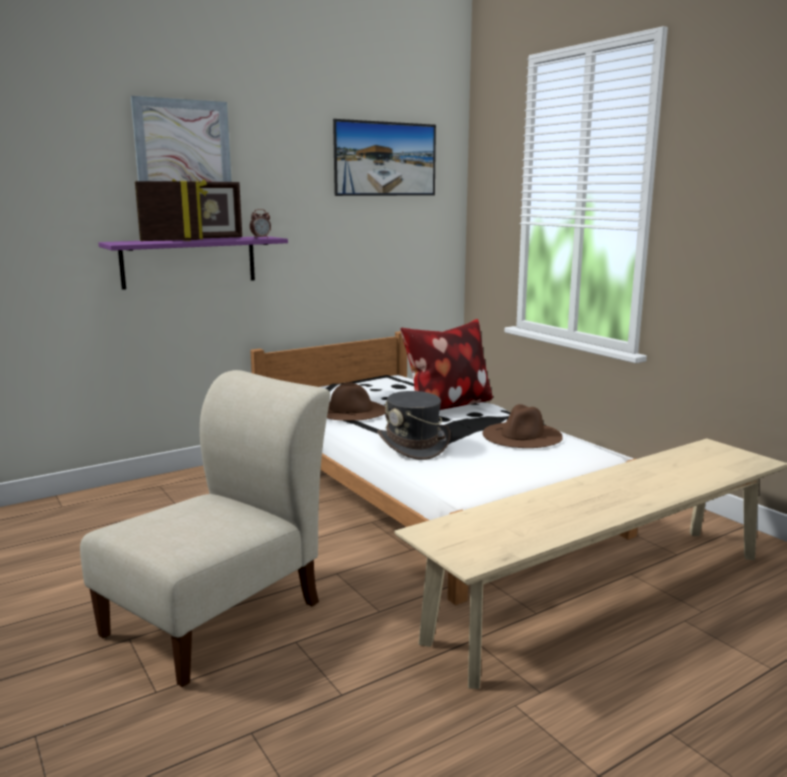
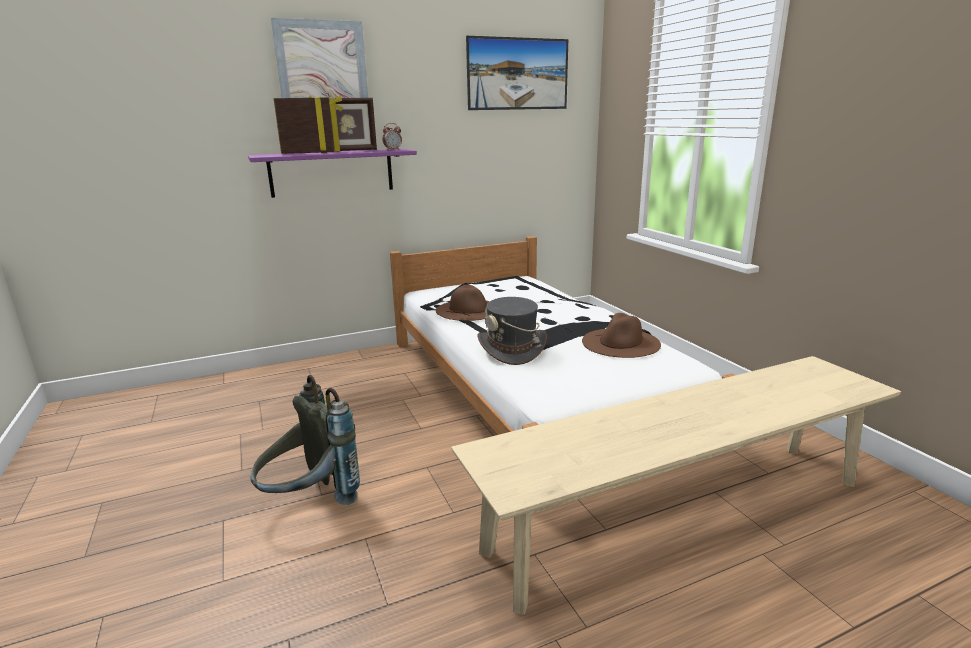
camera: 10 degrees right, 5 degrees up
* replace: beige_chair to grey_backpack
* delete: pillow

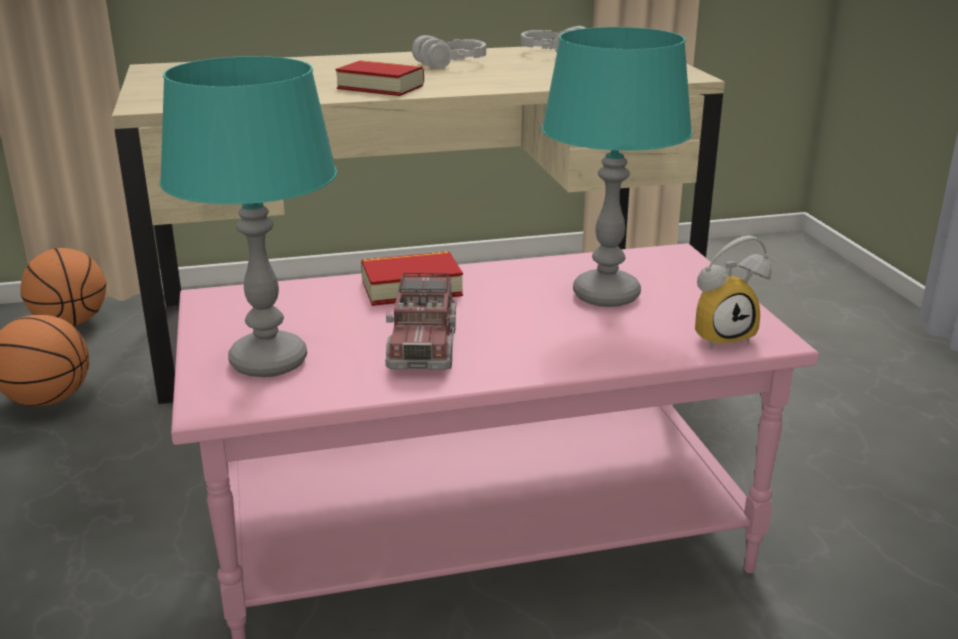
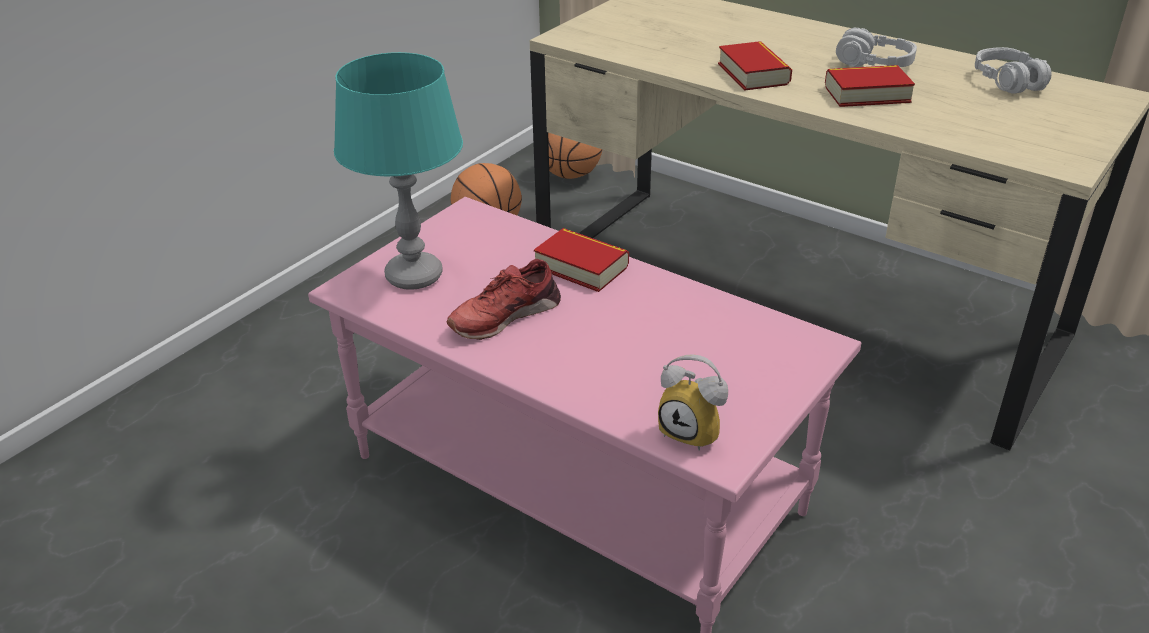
camera: 50 degrees right, 10 degrees up
* replace: toy_truck to red_shoe
* delete: turquoise_table_lamp (2nd from left)
* insert: book (3rd from left)

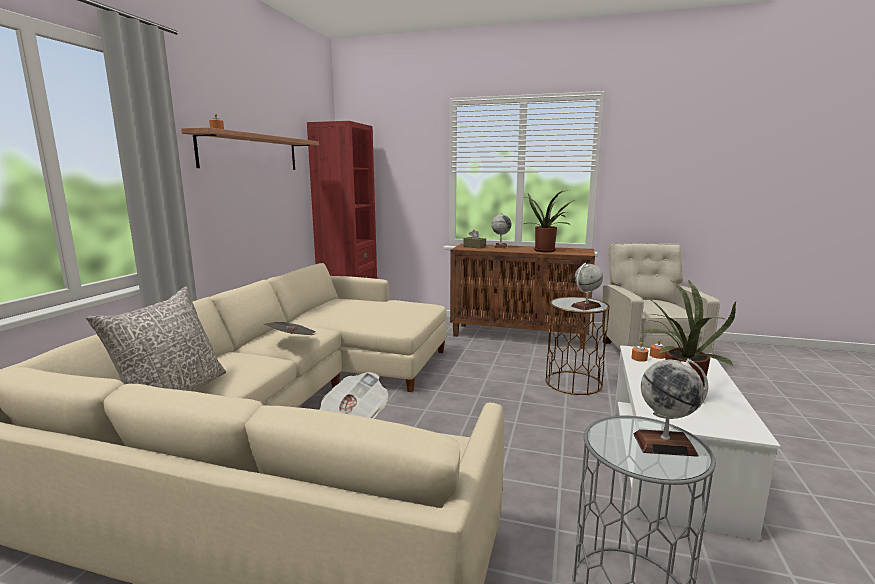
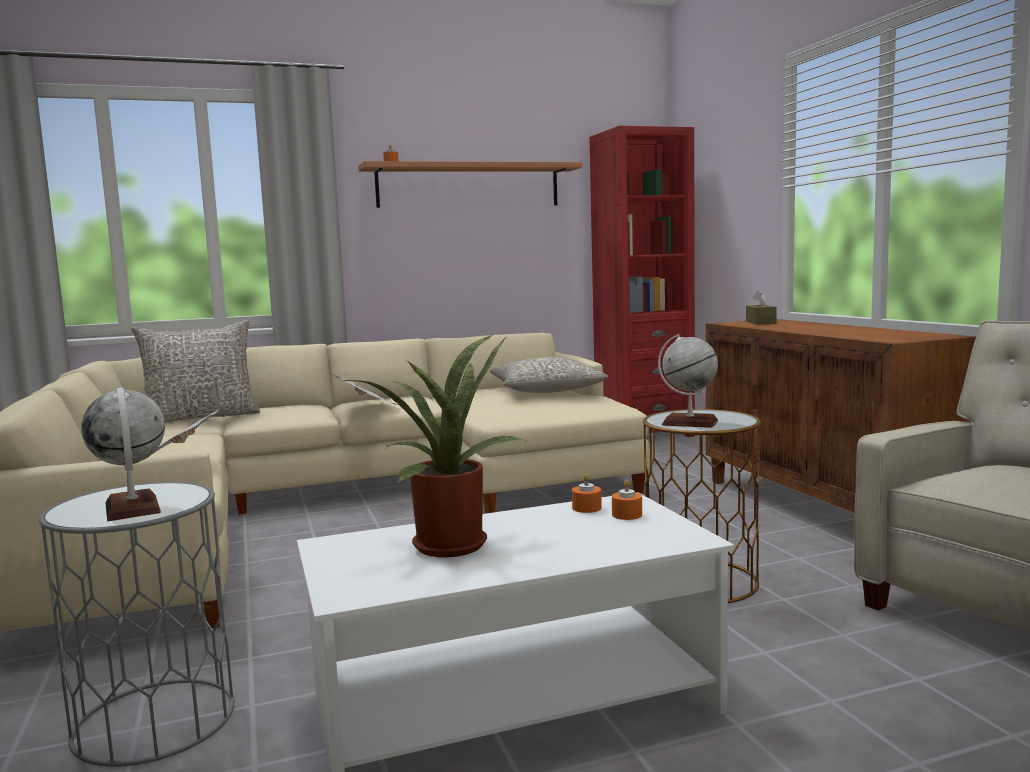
camera: 55 degrees right, 5 degrees down
* delete: globe (1st from left)
* delete: potted_plant (1st from left)
* insert: grey_pillow (2nd from left)

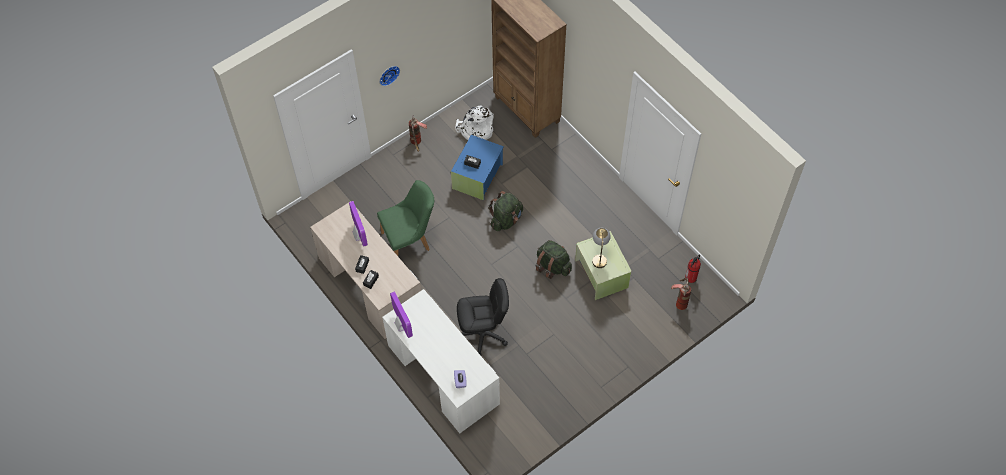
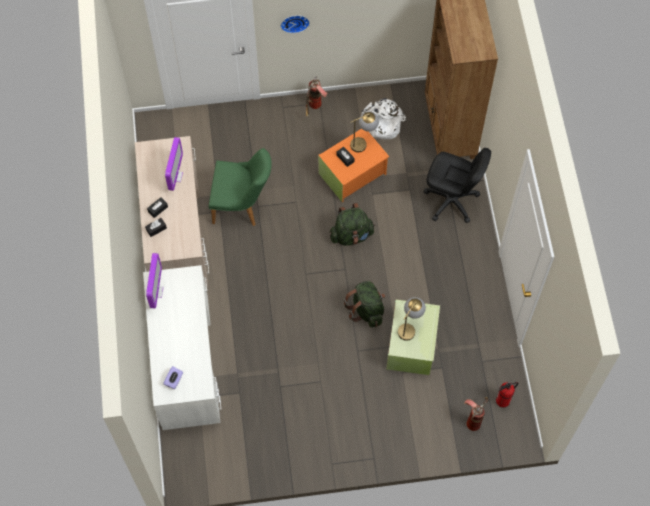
camera: 30 degrees right, 5 degrees up
* recolor: blue_storage_box to orange_storage_box
* move: black_office_chair
* insert: table_lamp (1st from left)

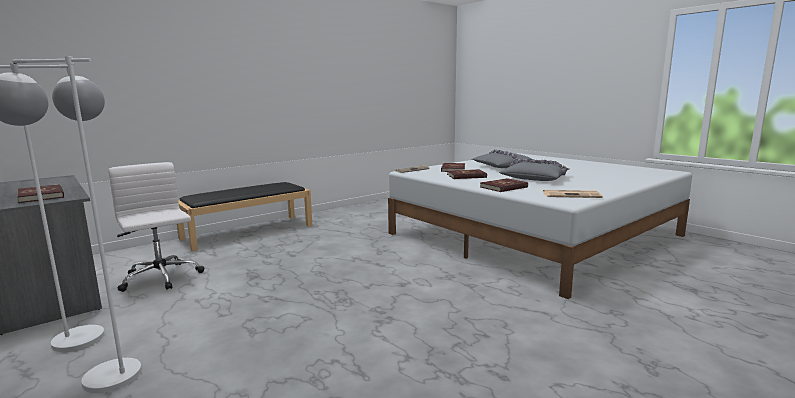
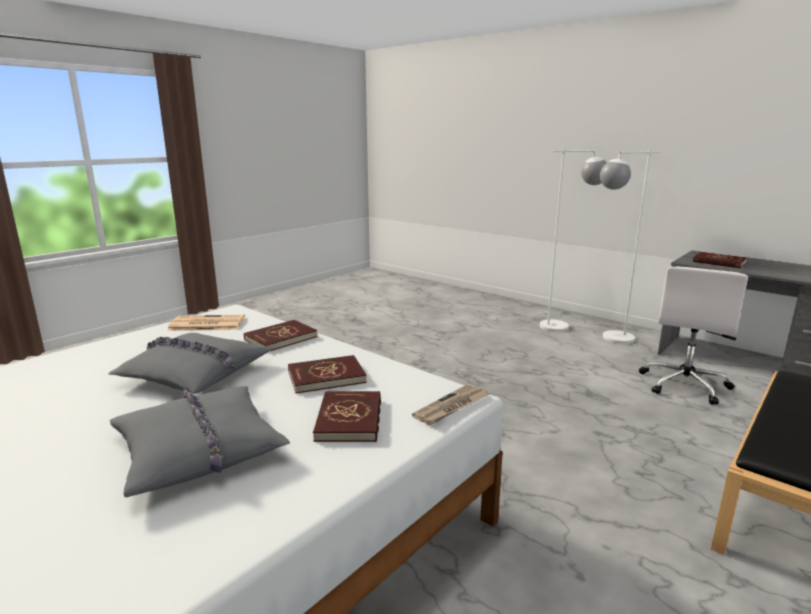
camera: 170 degrees right, 5 degrees up
* rotate: white_office_chair 75 degrees clockwise

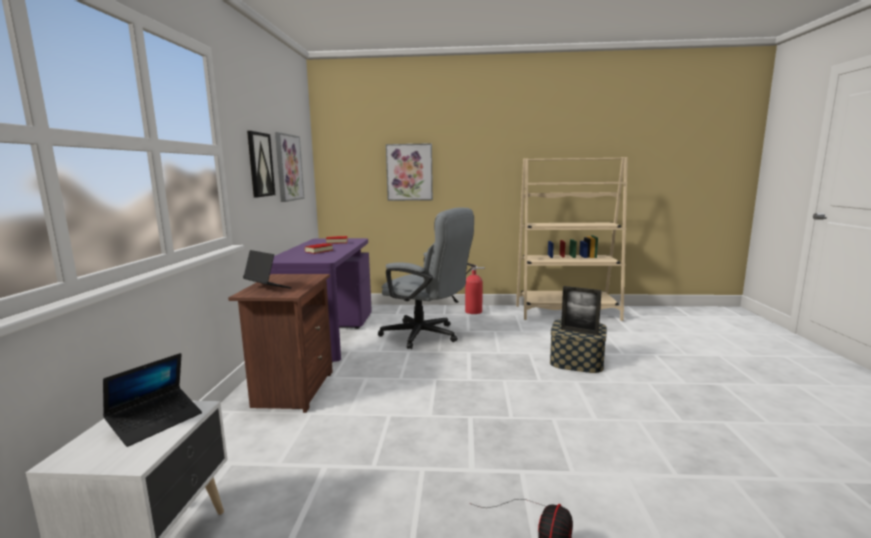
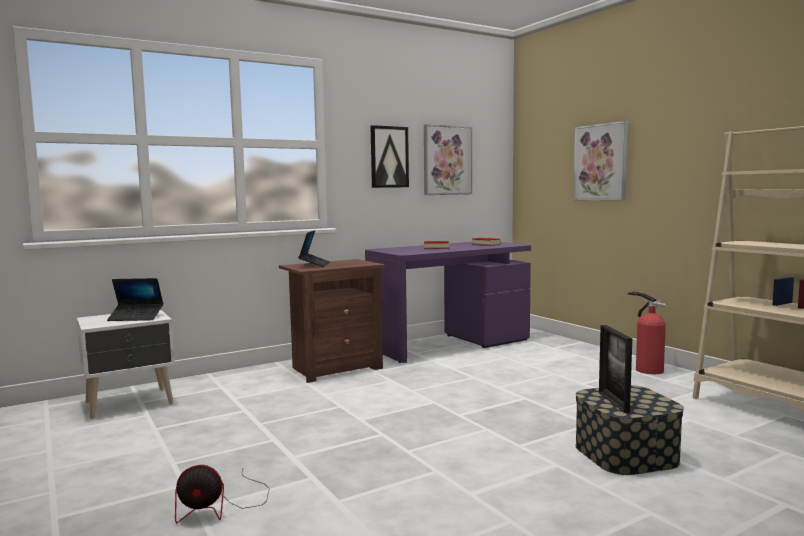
camera: 55 degrees right, 5 degrees down
* delete: grey_office_chair

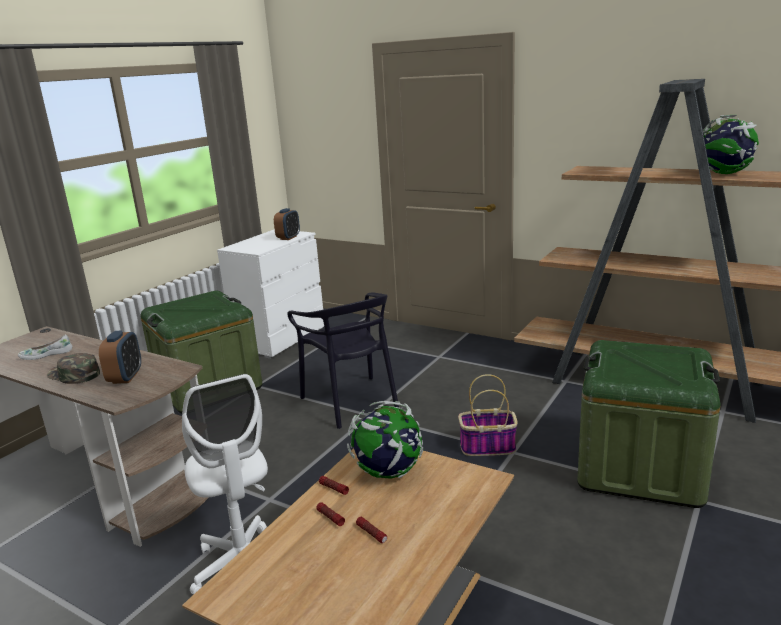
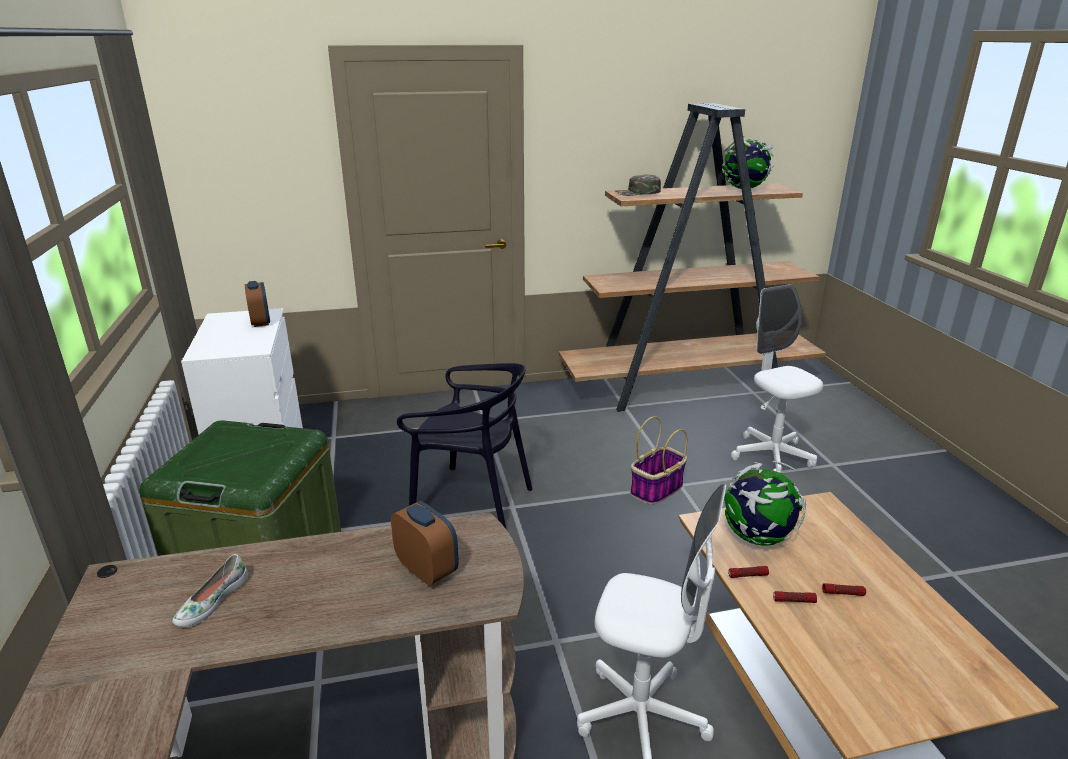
camera: 45 degrees left, 5 degrees up
* move: green_cap
* replace: green_storage_box (2nd from left) to white_office_chair (2nd from left)

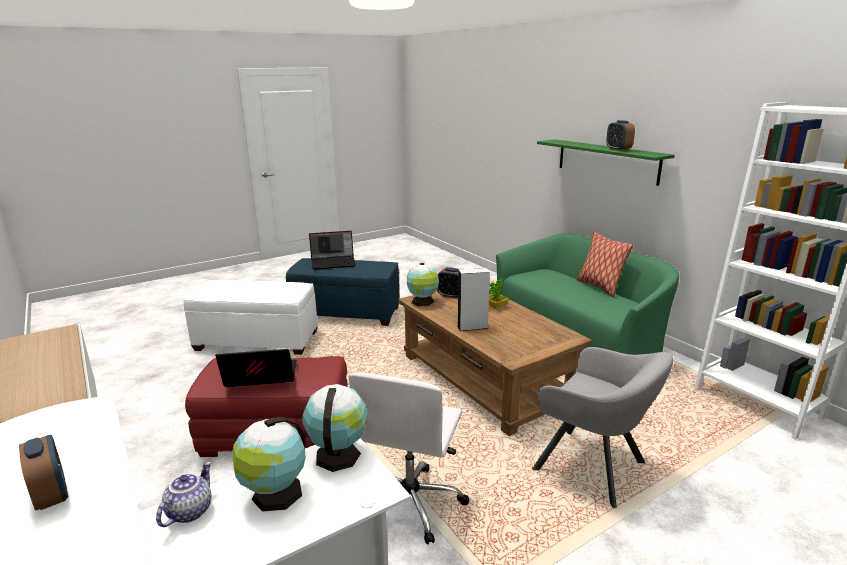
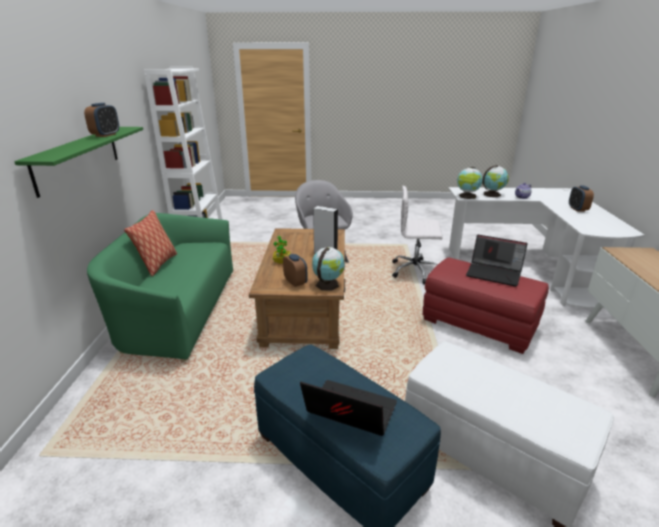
camera: 145 degrees left, 5 degrees up
* rotate: white_office_chair 135 degrees counterclockwise

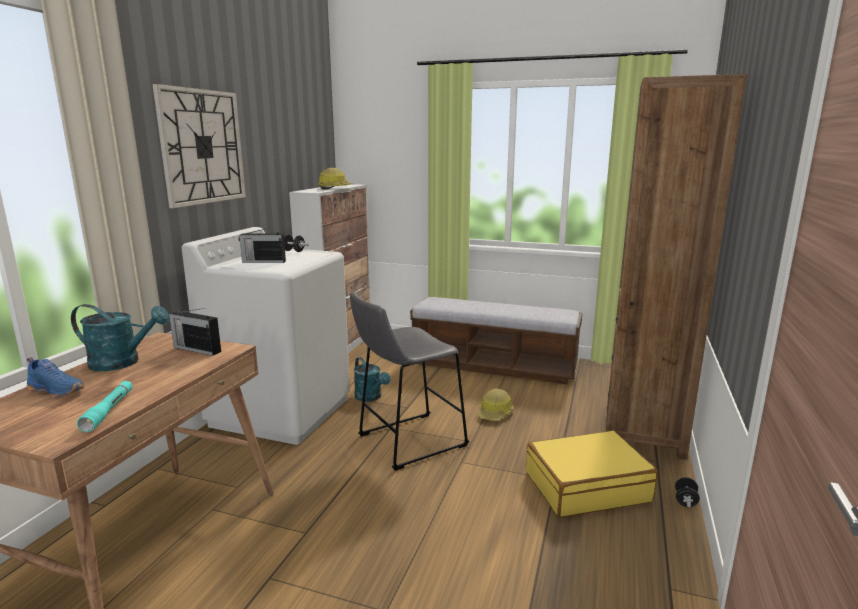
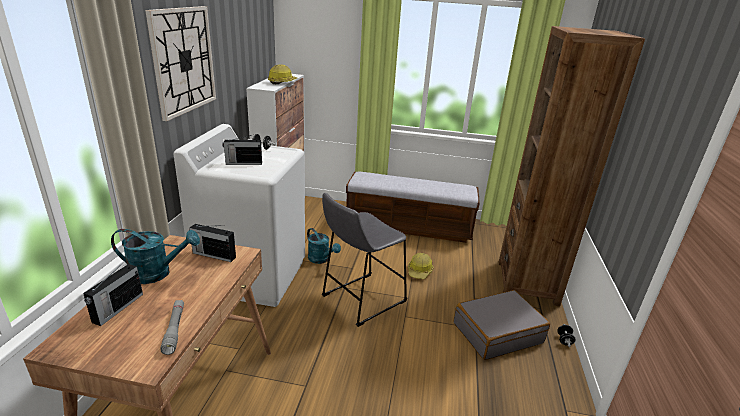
camera: 10 degrees left, 10 degrees up
* replace: blue_shoe to radio (1st from left)
* recolor: turquoise_flashlight to grey_flashlight
* recolor: yellow_suitcase to grey_suitcase

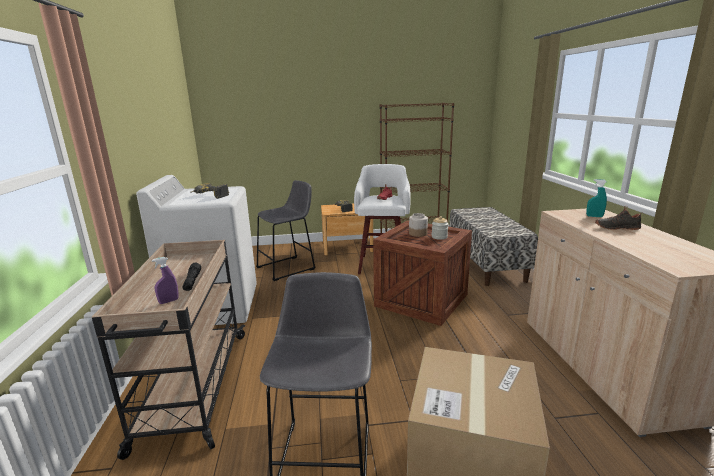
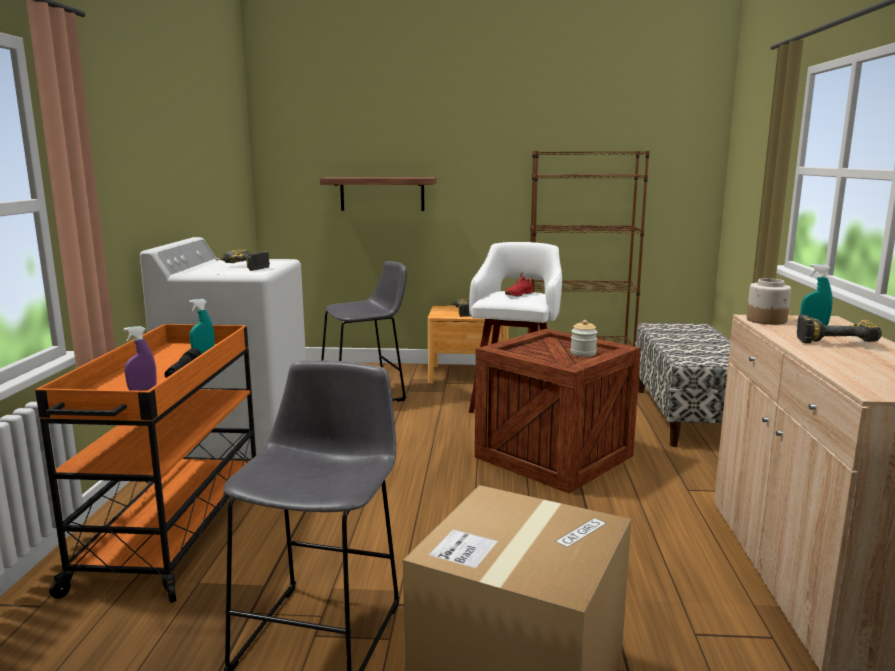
camera: 10 degrees right, 5 degrees down
* recolor: beige_cart to orange_cart
* move: jar (1st from left in the first image) to jar (2nd from left)
* replace: black_shoe to power_drill (3rd from left)
* insert: turquoise_spray_bottle (1st from left)
* insert: shelf

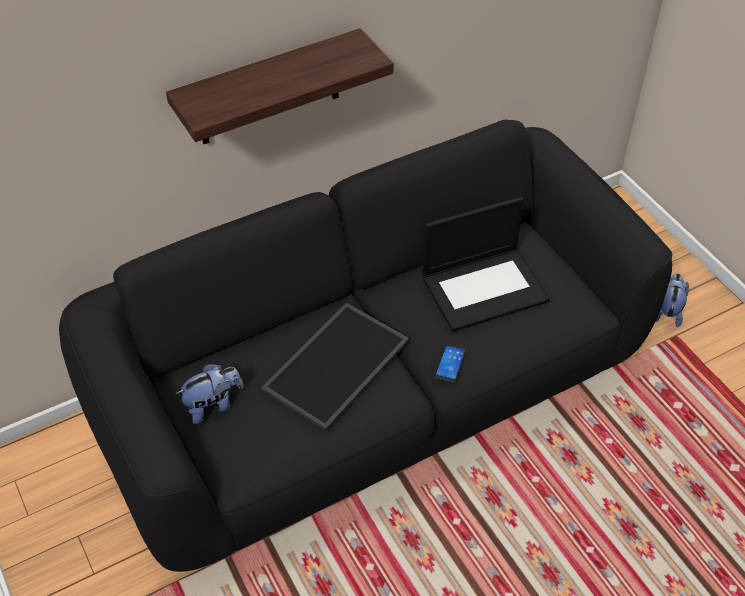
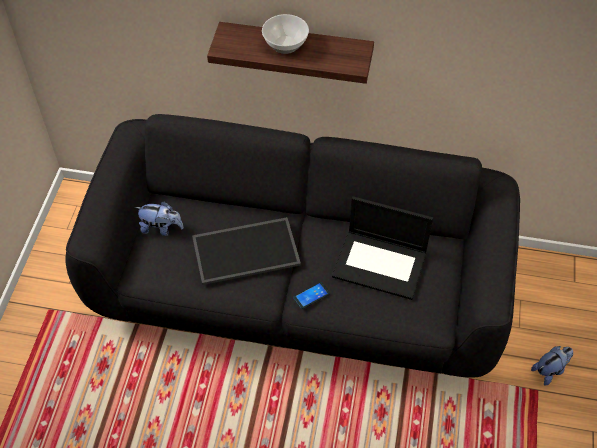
camera: 40 degrees right, 5 degrees up
* insert: bowl

